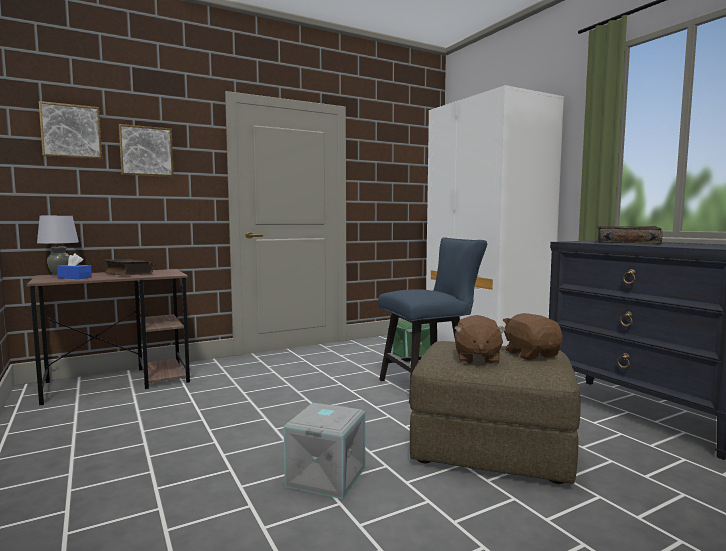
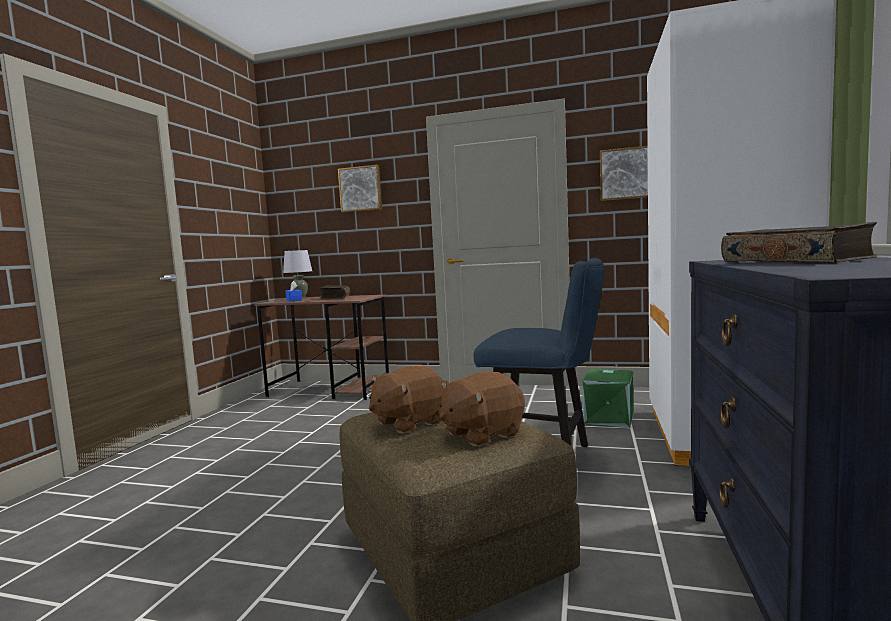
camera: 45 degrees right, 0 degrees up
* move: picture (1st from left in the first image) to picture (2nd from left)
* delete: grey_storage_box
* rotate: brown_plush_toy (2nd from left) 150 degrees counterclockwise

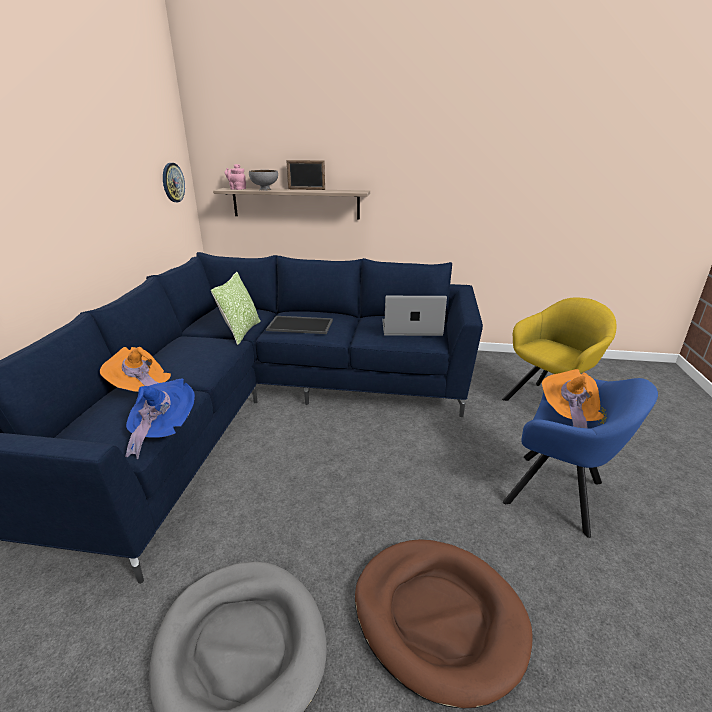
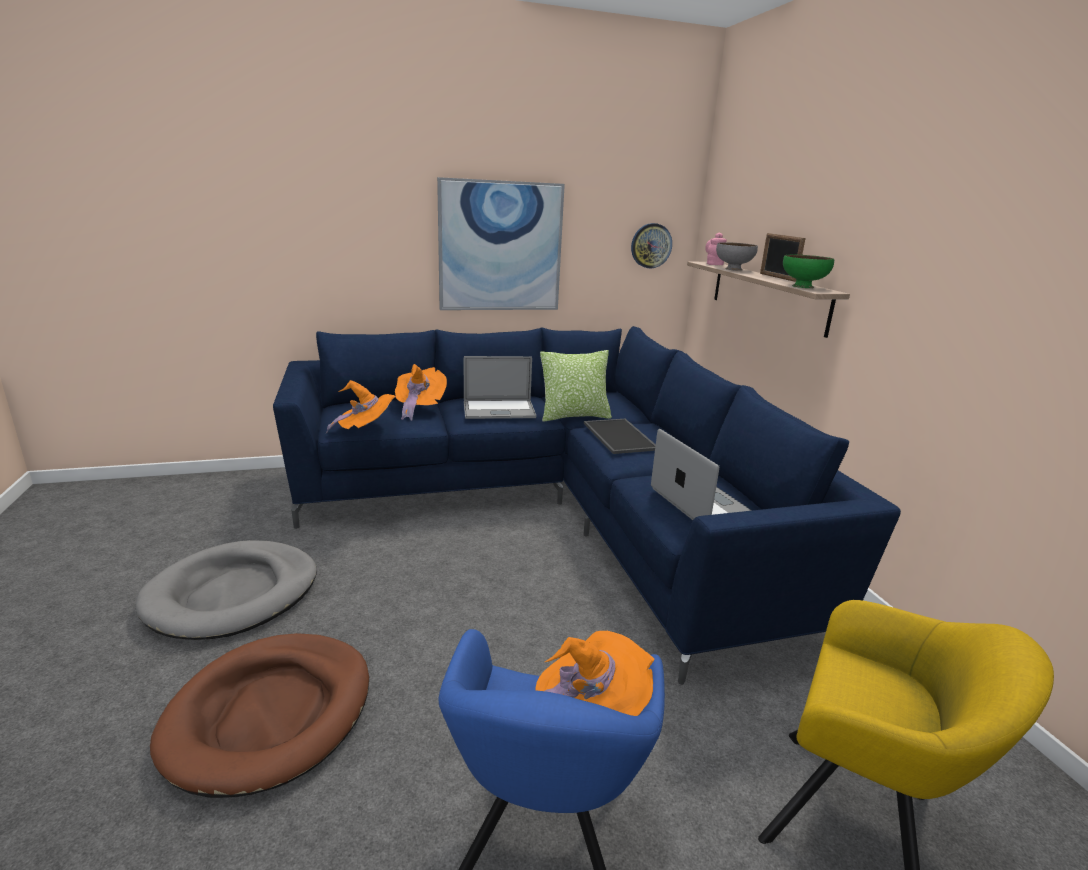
camera: 65 degrees right, 5 degrees down
* recolor: blue_hat to orange_hat (1st from left)
* insert: picture
* insert: laptop (1st from left)
* insert: green_bowl

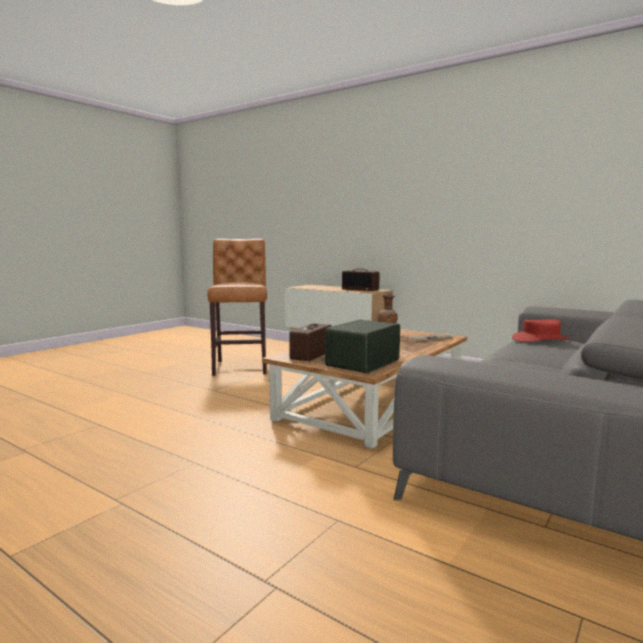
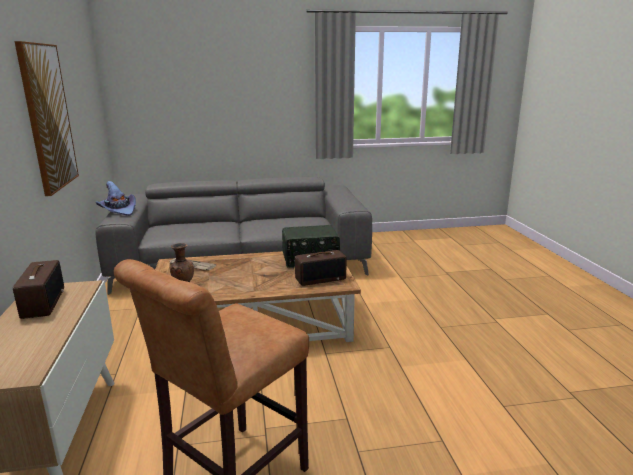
camera: 135 degrees left, 10 degrees up
* delete: red_hat
* insert: picture
* insert: purple_hat

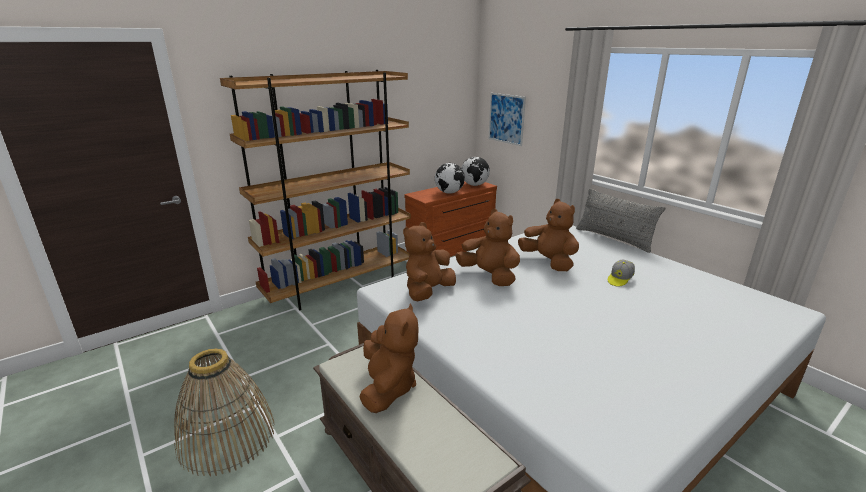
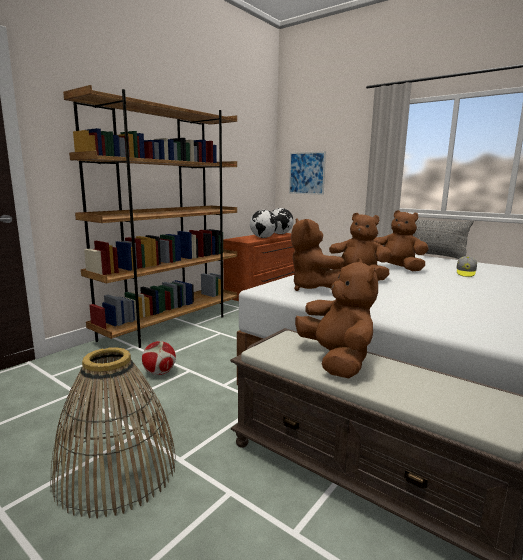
camera: 15 degrees left, 10 degrees down
* rotate: brown_plush_toy (2nd from left in the first image) 45 degrees counterclockwise
* insert: football

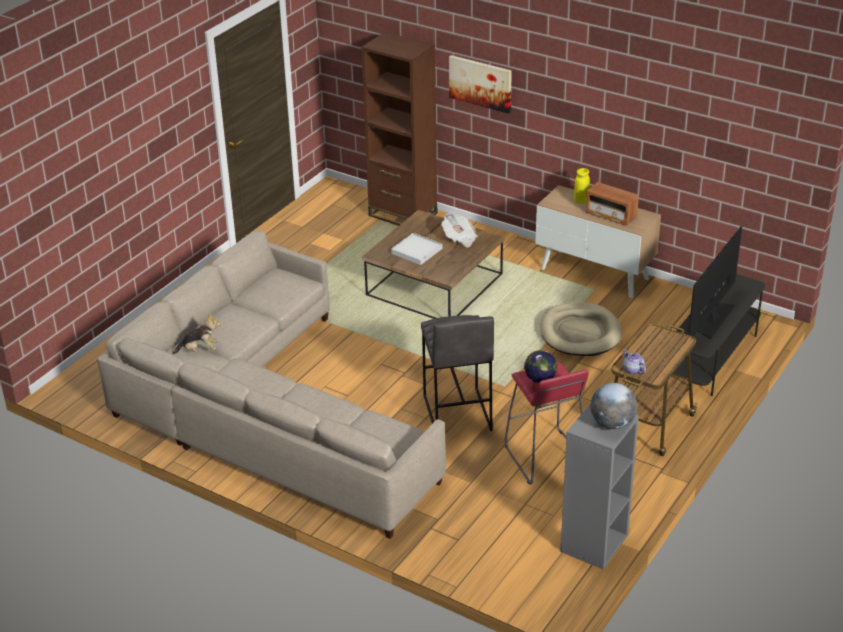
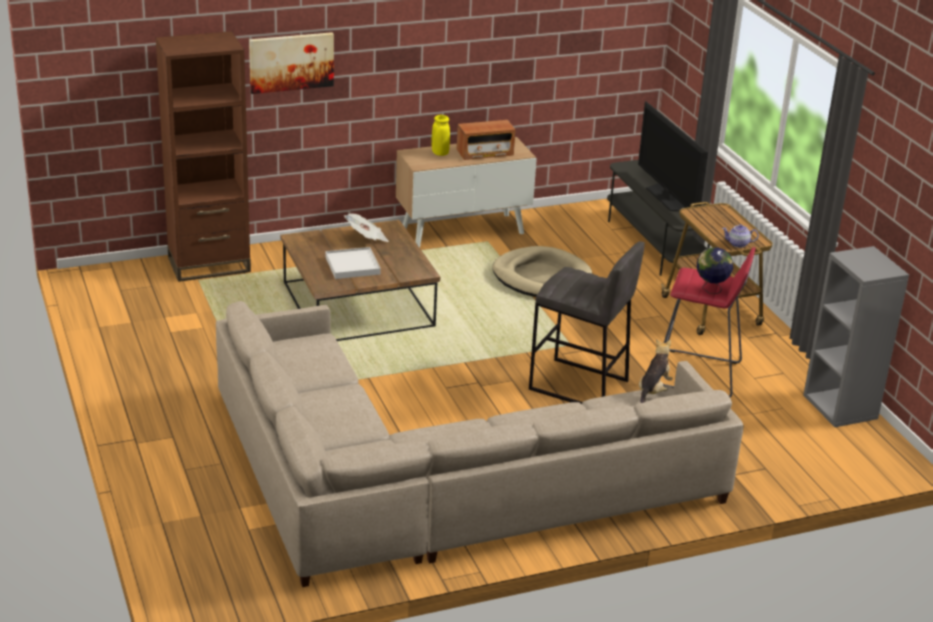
camera: 55 degrees left, 5 degrees down
* move: plush_toy
* delete: globe (2nd from left)

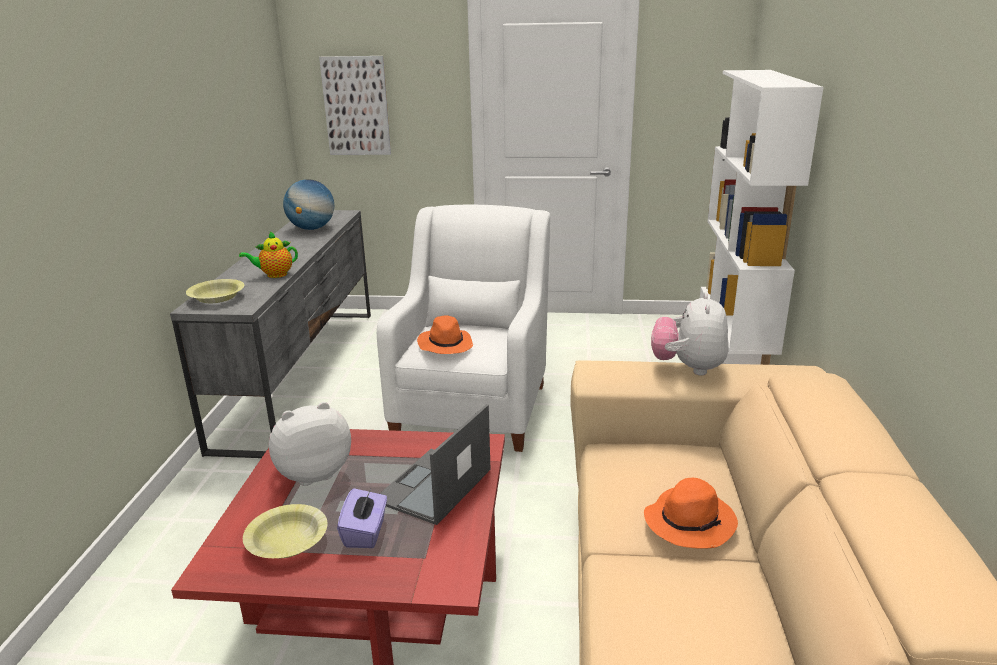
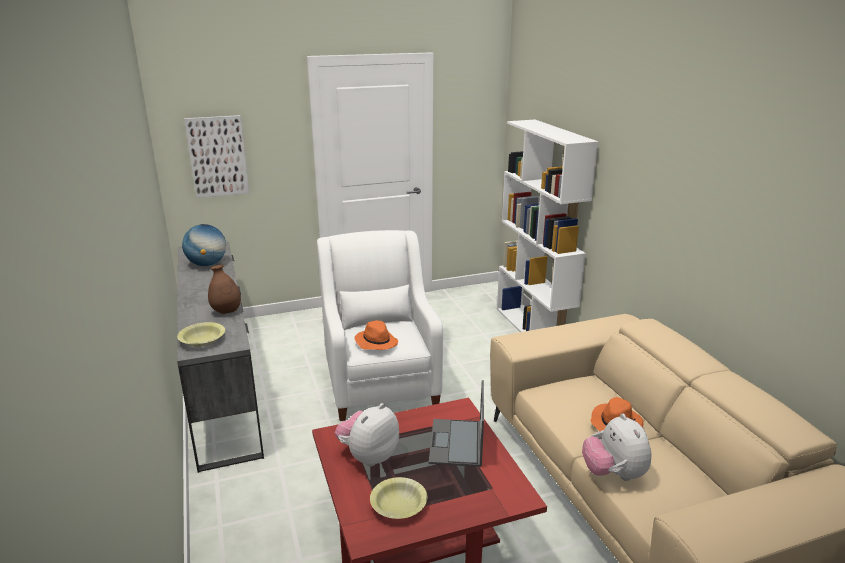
camera: 25 degrees left, 0 degrees up
* replace: teapot to brown_vase
* delete: purple_tissue_box
* move: plush_toy (2nd from left)

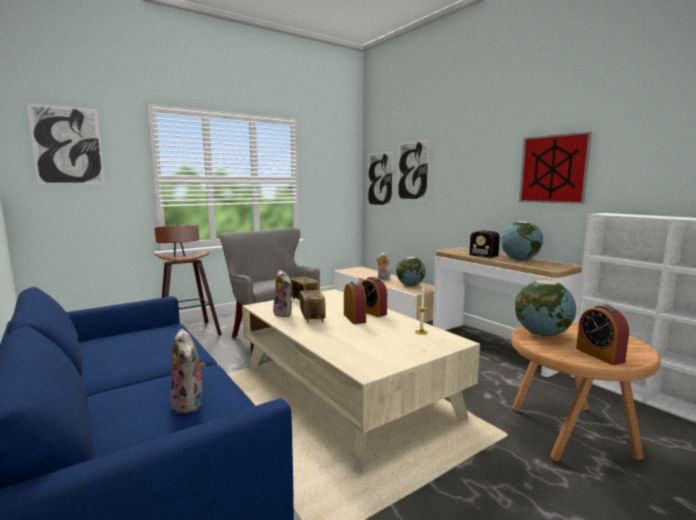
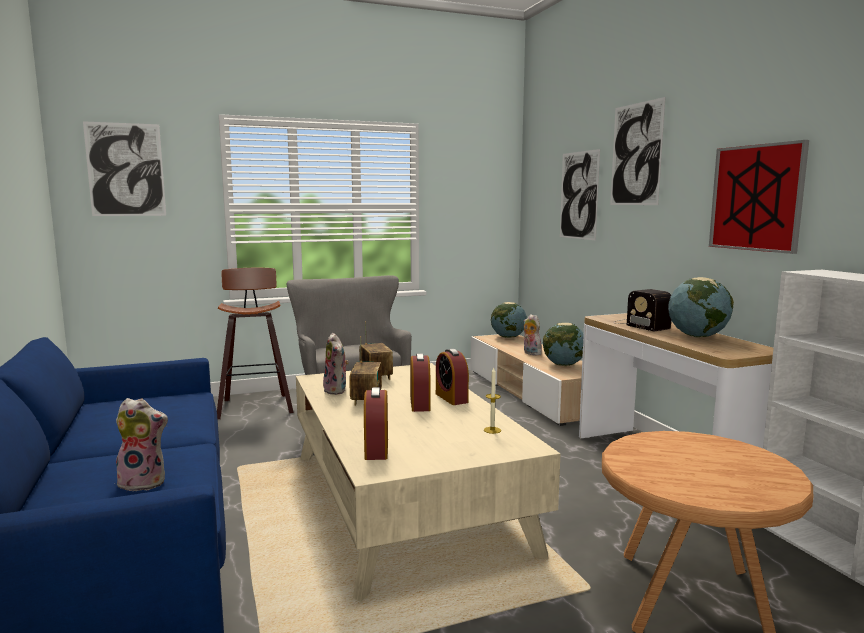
camera: 15 degrees right, 0 degrees up
* rotate: plush_toy (1st from left) 75 degrees counterclockwise
* move: picture (2nd from left in the first image) to picture (3rd from left)
* move: globe (3rd from left in the first image) to globe (1st from left)
* move: alarm_clock (3rd from left in the first image) to alarm_clock (1st from left)

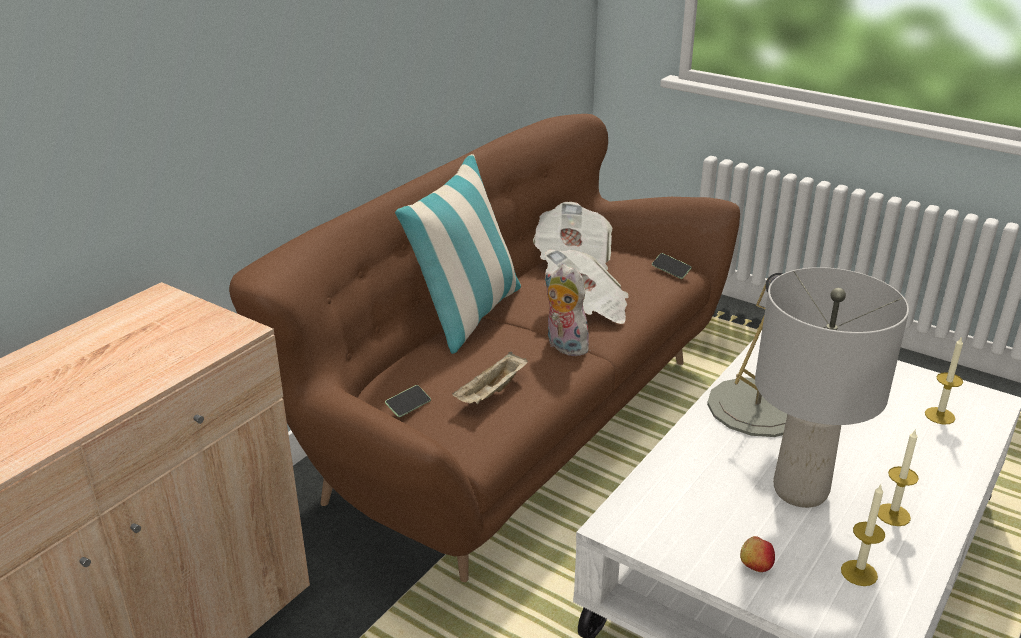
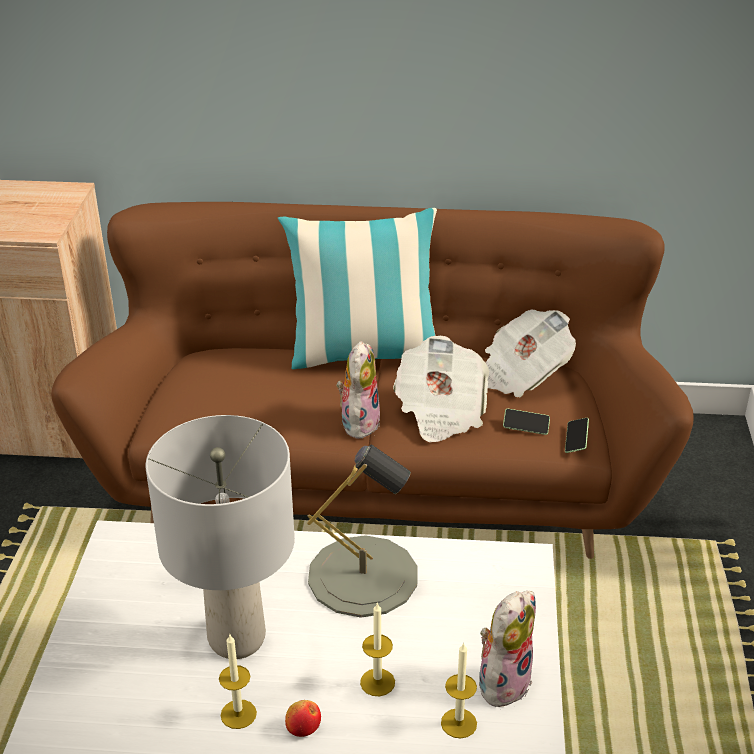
camera: 60 degrees right, 5 degrees up
* move: phone (1st from left)
* delete: beige_tray
* move: apple
* move: candle (1st from left in the first image) to candle (2nd from left)
* insert: plush_toy (2nd from left)

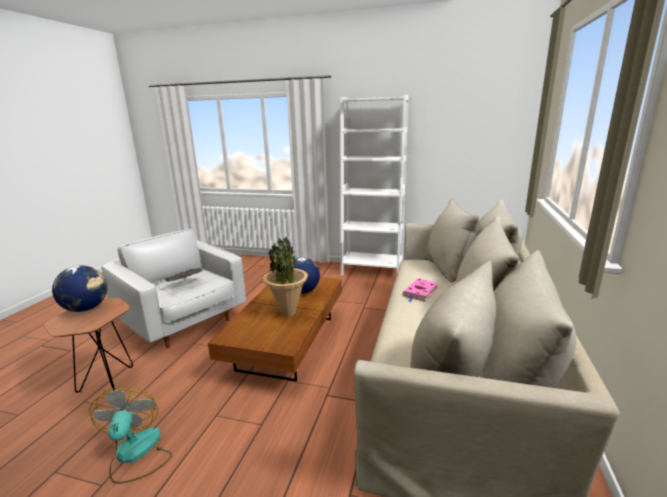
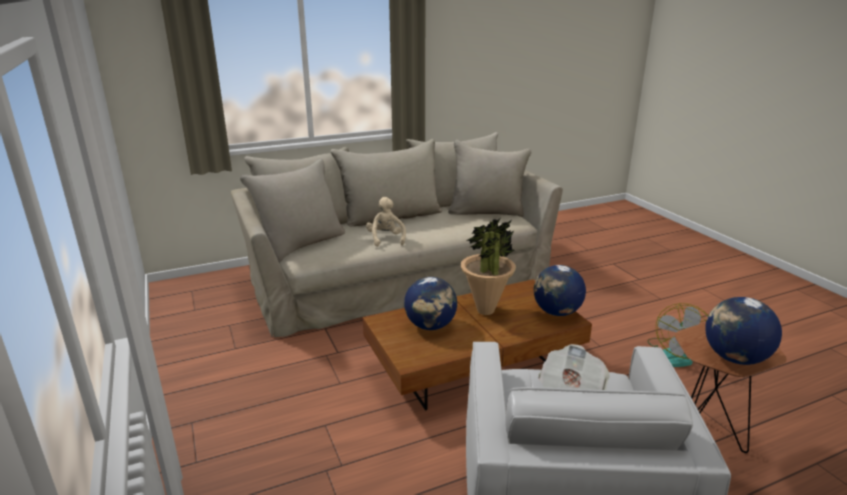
camera: 130 degrees left, 5 degrees up
* delete: white_bookcase
* replace: pink_book to beige_plush_toy
* insert: globe (2nd from left)

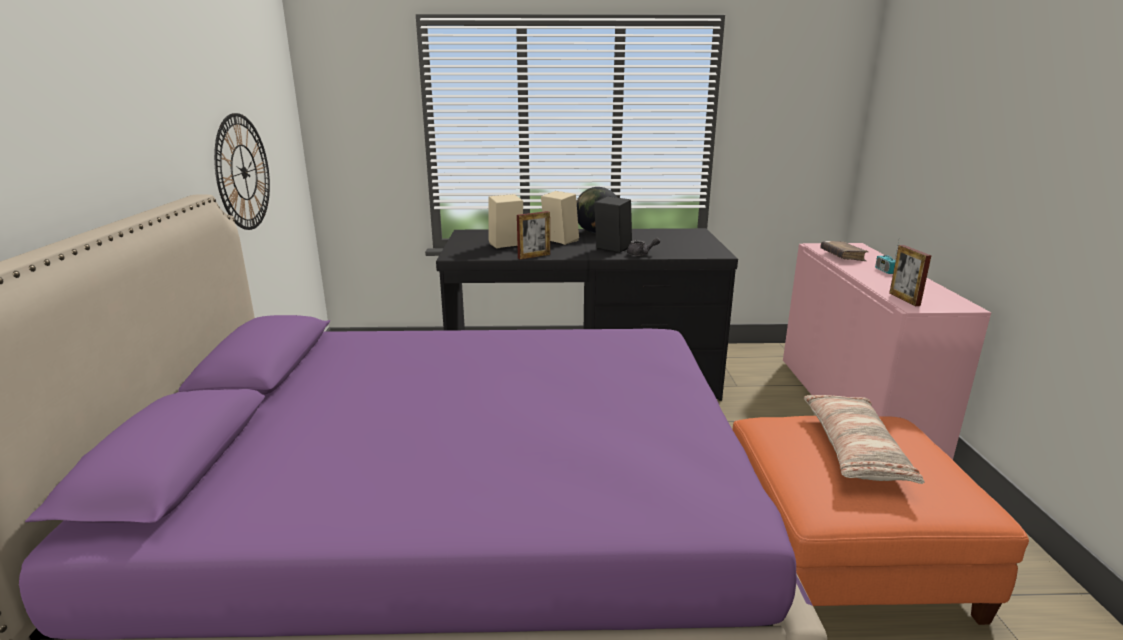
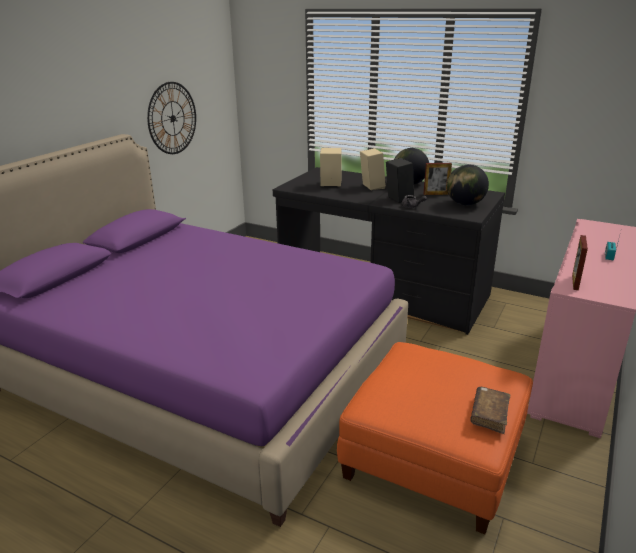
camera: 30 degrees right, 5 degrees up
* move: picture_frame (1st from left)
* delete: pillow
* move: brown_book
* insert: globe (2nd from left)

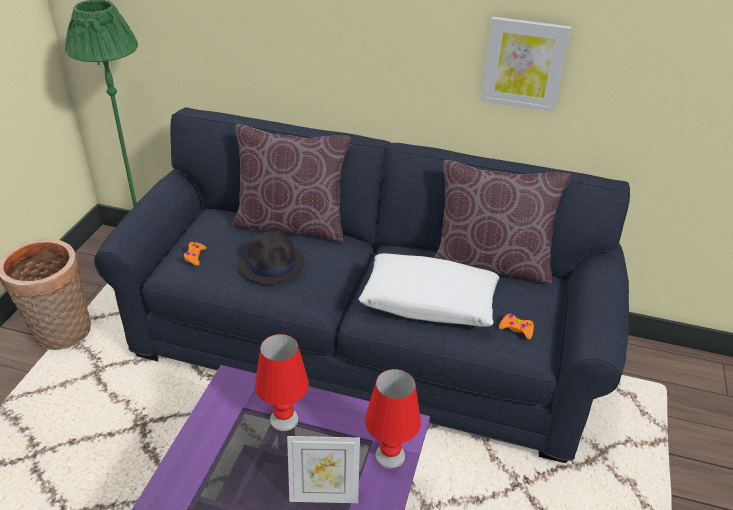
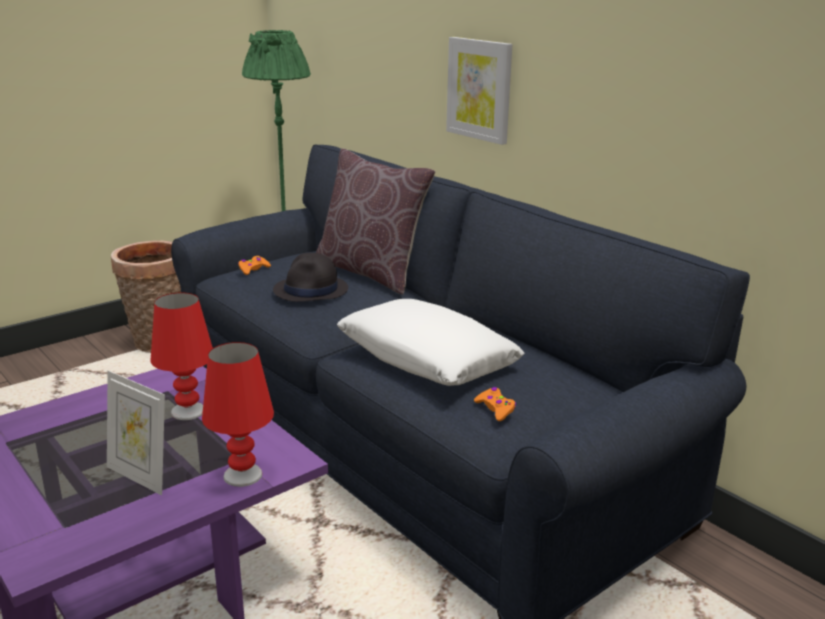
camera: 35 degrees right, 15 degrees down
* delete: brown_pillow (2nd from left)
* move: picture

